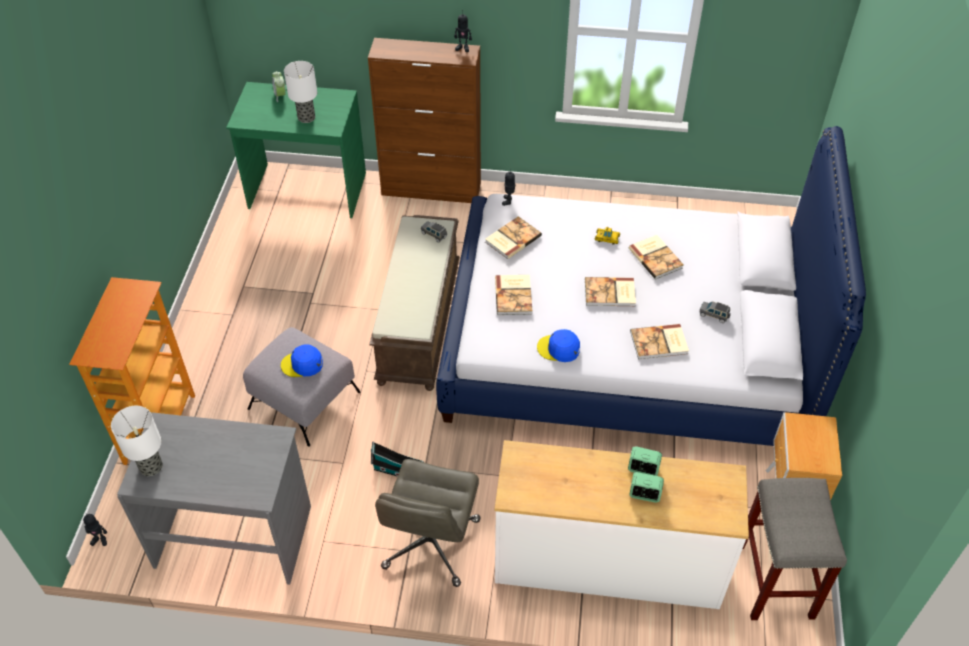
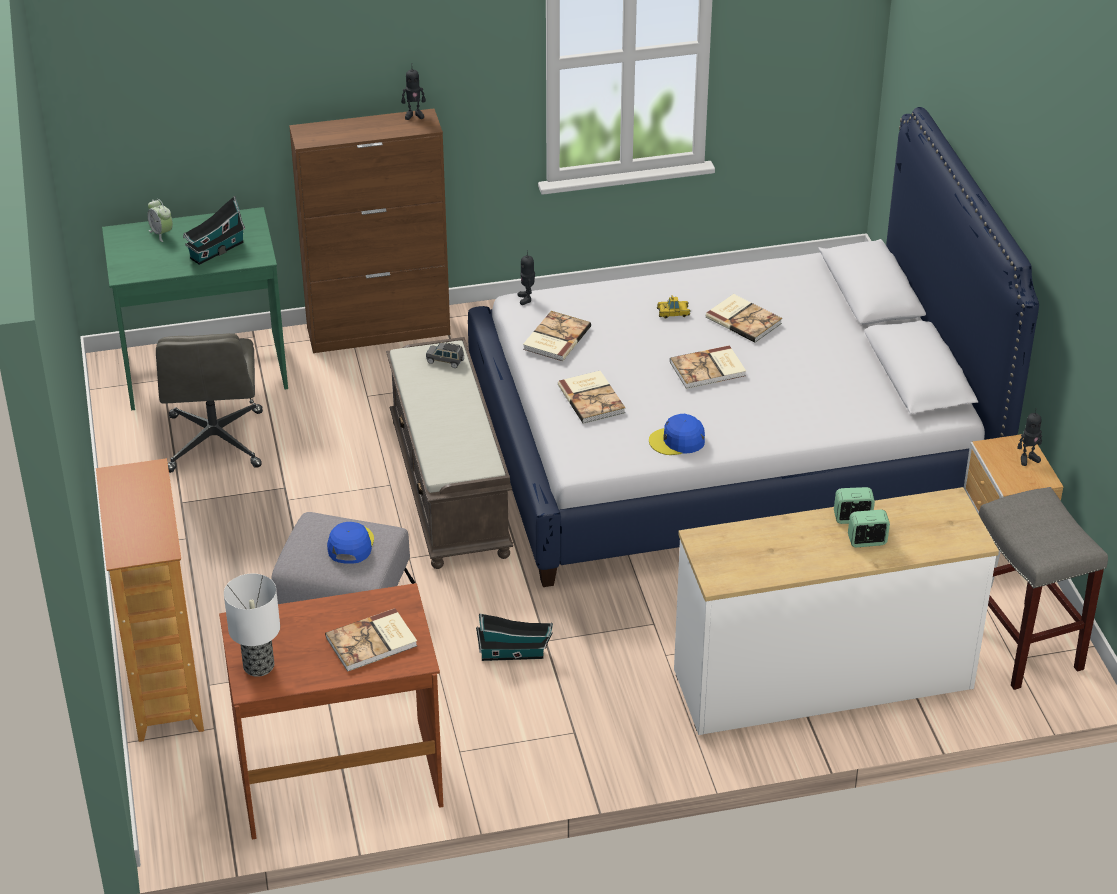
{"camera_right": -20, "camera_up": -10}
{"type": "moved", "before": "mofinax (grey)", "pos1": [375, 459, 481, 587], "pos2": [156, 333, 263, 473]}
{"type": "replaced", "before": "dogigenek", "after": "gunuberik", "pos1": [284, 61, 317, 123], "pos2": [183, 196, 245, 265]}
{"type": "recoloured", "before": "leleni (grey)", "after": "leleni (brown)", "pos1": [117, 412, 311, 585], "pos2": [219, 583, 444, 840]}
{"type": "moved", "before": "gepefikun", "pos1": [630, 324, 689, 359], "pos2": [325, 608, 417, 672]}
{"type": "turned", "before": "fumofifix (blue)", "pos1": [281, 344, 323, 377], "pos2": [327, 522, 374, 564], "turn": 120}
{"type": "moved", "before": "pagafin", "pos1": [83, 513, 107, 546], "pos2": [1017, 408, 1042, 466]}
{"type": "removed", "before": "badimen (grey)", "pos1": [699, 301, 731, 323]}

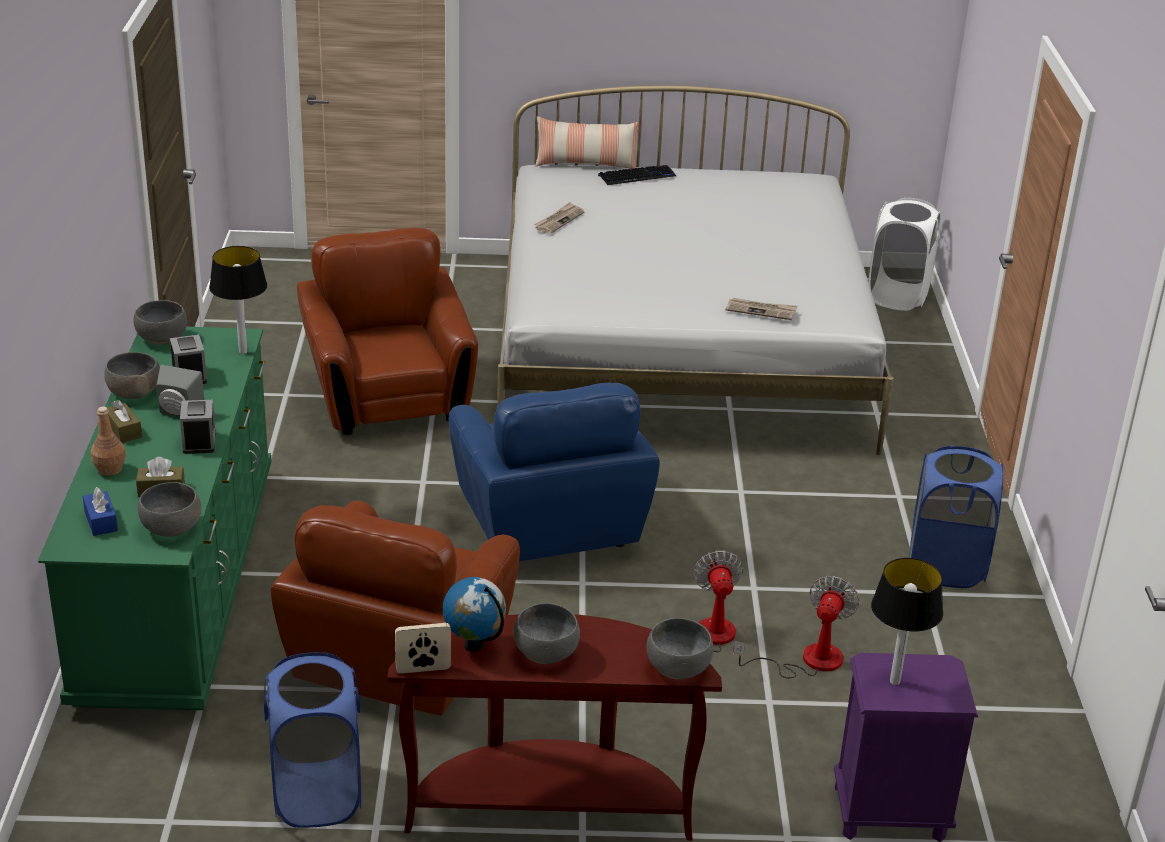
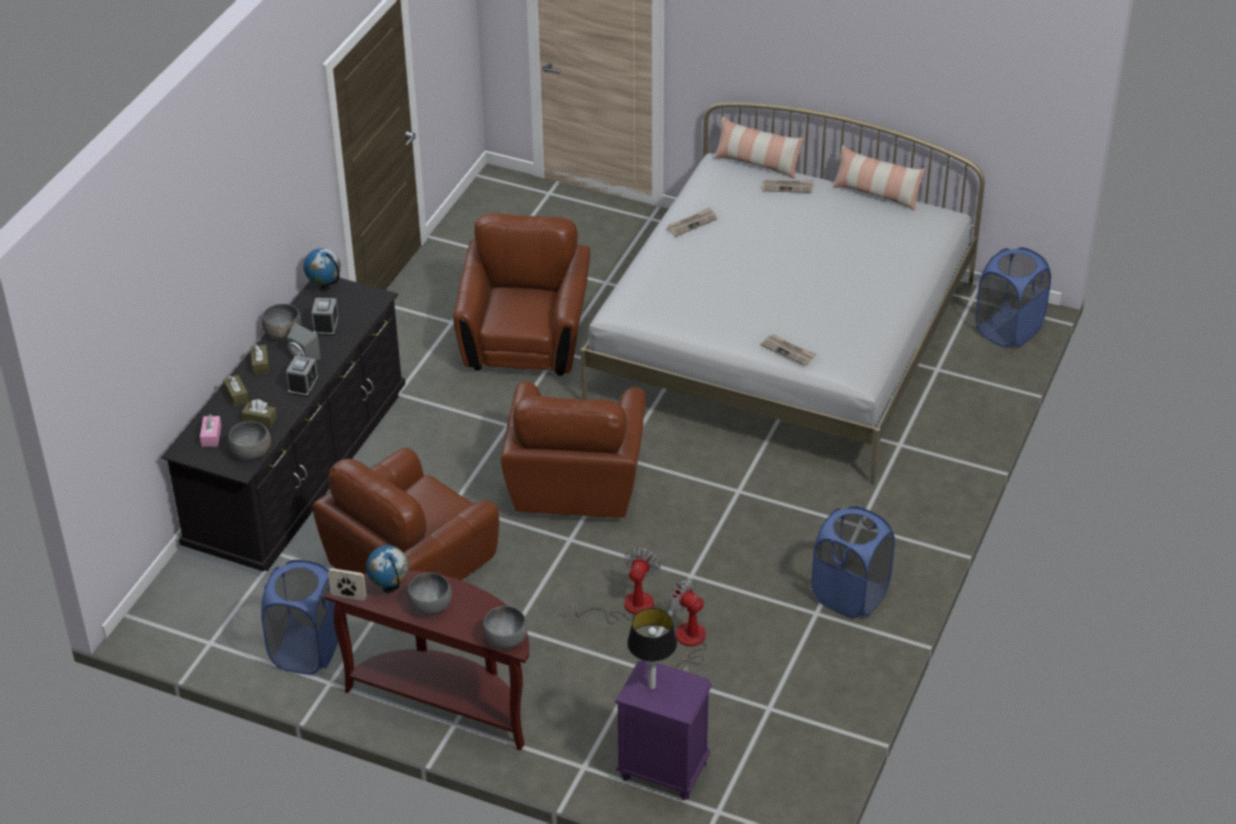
{"camera_right": 25, "camera_up": 10}
{"type": "recoloured", "before": "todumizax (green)", "after": "todumizax (black)", "pos1": [38, 327, 272, 710], "pos2": [161, 278, 405, 572]}
{"type": "recoloured", "before": "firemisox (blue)", "after": "firemisox (pink)", "pos1": [82, 487, 118, 536], "pos2": [200, 414, 221, 447]}
{"type": "replaced", "before": "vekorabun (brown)", "after": "firemisox (brown)", "pos1": [91, 406, 126, 476], "pos2": [223, 375, 249, 407]}
{"type": "replaced", "before": "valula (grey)", "after": "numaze", "pos1": [133, 300, 187, 345], "pos2": [304, 248, 341, 291]}
{"type": "recoloured", "before": "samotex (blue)", "after": "samotex (brown)", "pos1": [449, 383, 660, 561], "pos2": [501, 381, 646, 518]}
{"type": "turned", "before": "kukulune", "pos1": [733, 576, 860, 678], "pos2": [668, 578, 707, 672], "turn": -90}
{"type": "replaced", "before": "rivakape", "after": "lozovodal", "pos1": [598, 165, 676, 185], "pos2": [762, 179, 814, 193]}
{"type": "added", "after": "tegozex", "pos2": [832, 145, 925, 211]}
{"type": "recoloured", "before": "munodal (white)", "after": "munodal (blue)", "pos1": [868, 198, 941, 311], "pos2": [975, 247, 1051, 348]}
{"type": "removed", "before": "dogigenek", "pos1": [209, 246, 267, 354]}

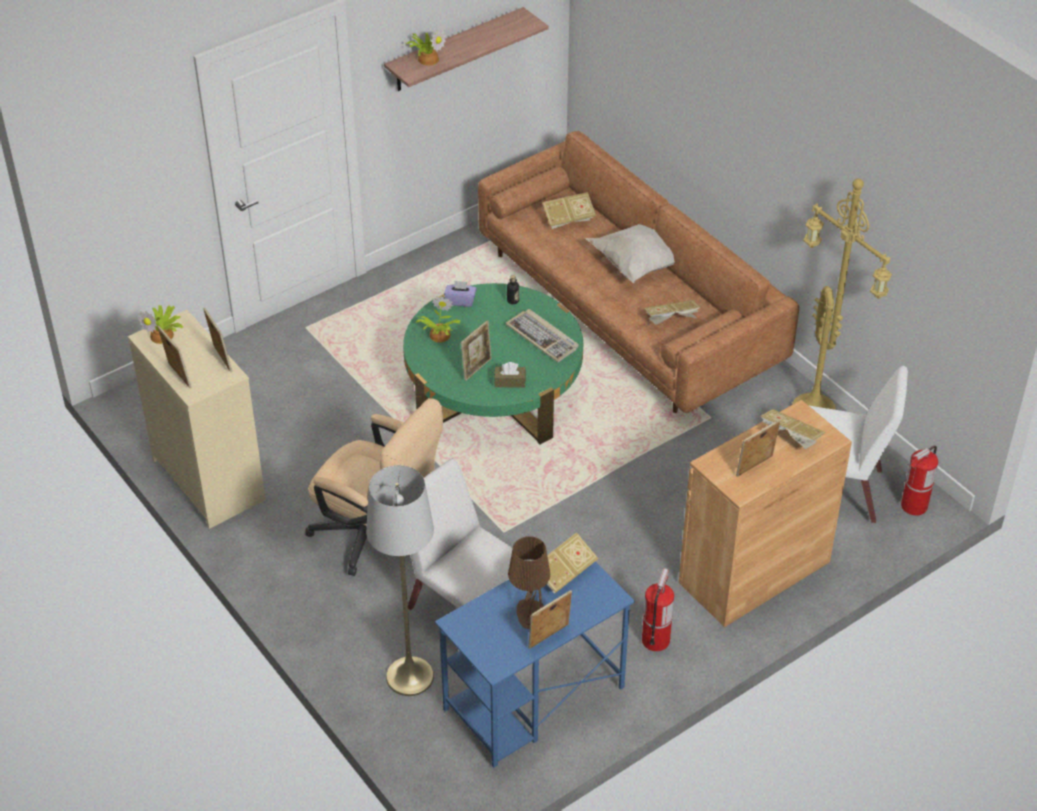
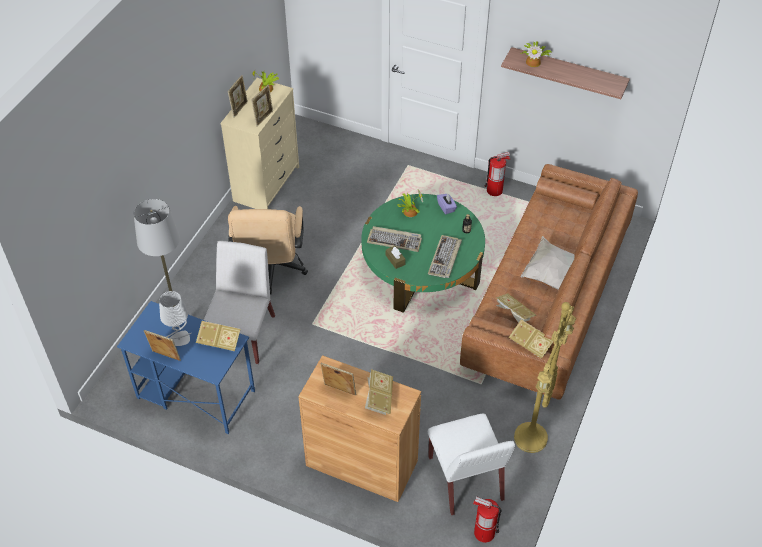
{"camera_right": 60, "camera_up": 5}
{"type": "recoloured", "before": "dogigenek (brown)", "after": "dogigenek (grey)", "pos1": [508, 536, 550, 629], "pos2": [159, 291, 191, 346]}
{"type": "replaced", "before": "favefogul", "after": "rivakape", "pos1": [461, 320, 492, 381], "pos2": [367, 226, 422, 252]}
{"type": "moved", "before": "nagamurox", "pos1": [642, 568, 674, 651], "pos2": [485, 152, 511, 196]}
{"type": "moved", "before": "gepefikun", "pos1": [542, 192, 596, 229], "pos2": [509, 319, 554, 359]}

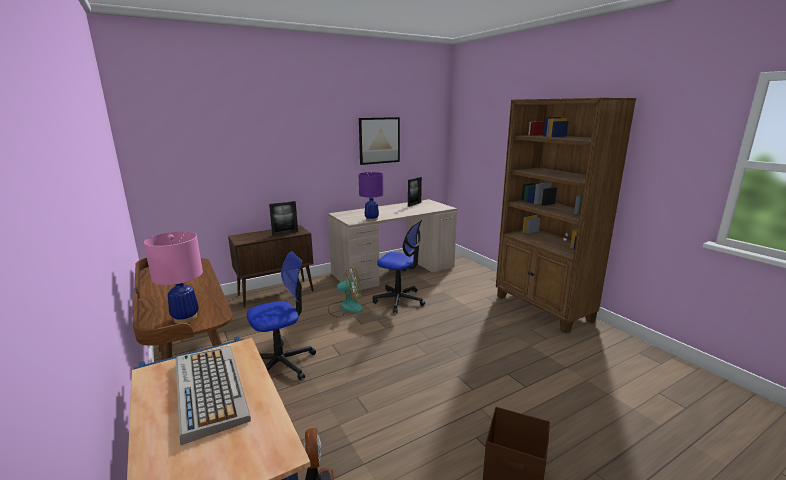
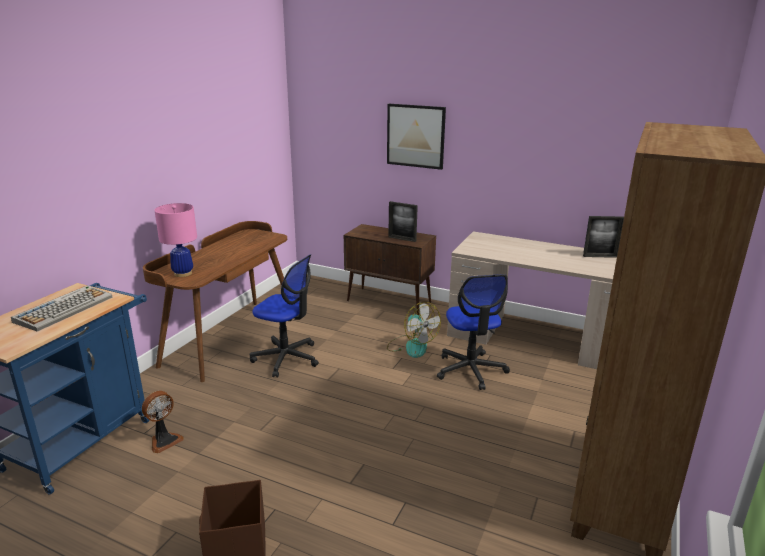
{"camera_right": 55, "camera_up": 5}
{"type": "moved", "before": "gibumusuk", "pos1": [359, 117, 400, 165], "pos2": [387, 104, 446, 170]}
{"type": "removed", "before": "dogigenek (purple)", "pos1": [359, 172, 383, 221]}

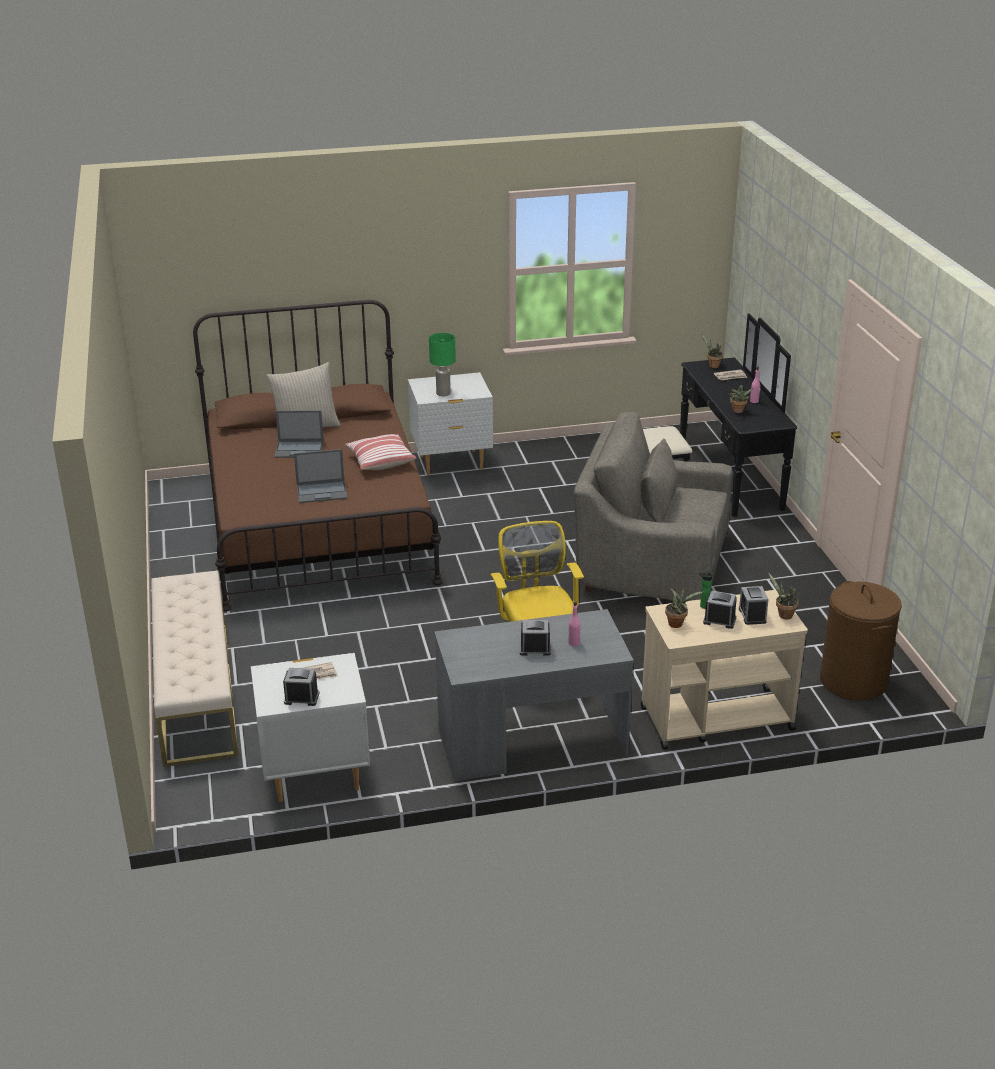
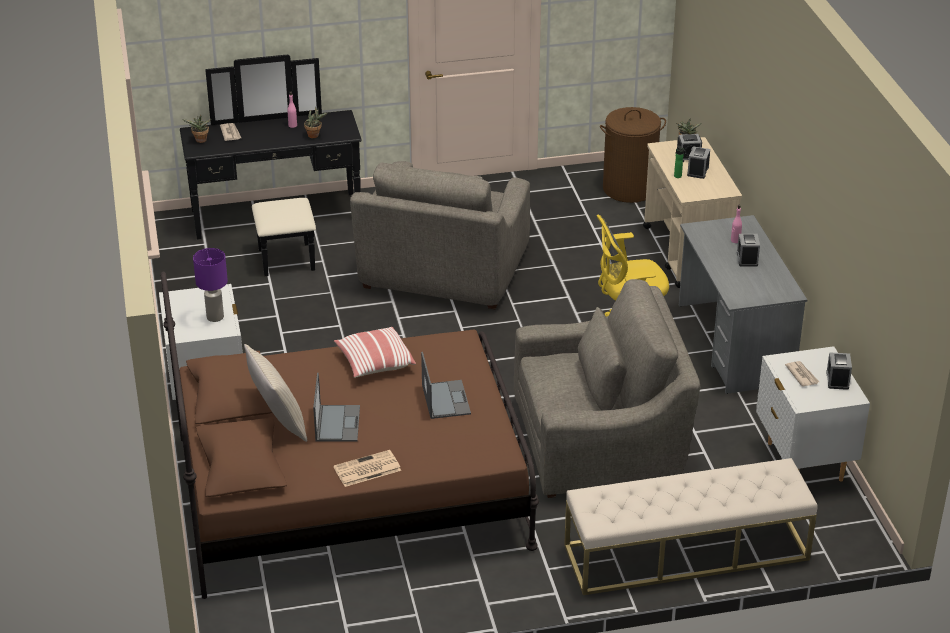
{"camera_right": -90, "camera_up": 5}
{"type": "recoloured", "before": "dogigenek (green)", "after": "dogigenek (purple)", "pos1": [429, 333, 456, 396], "pos2": [193, 248, 228, 322]}
{"type": "added", "after": "lozovodal", "pos2": [333, 450, 401, 487]}
{"type": "added", "after": "samotex (grey)", "pos2": [514, 279, 700, 498]}
{"type": "removed", "before": "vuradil", "pos1": [665, 587, 704, 628]}

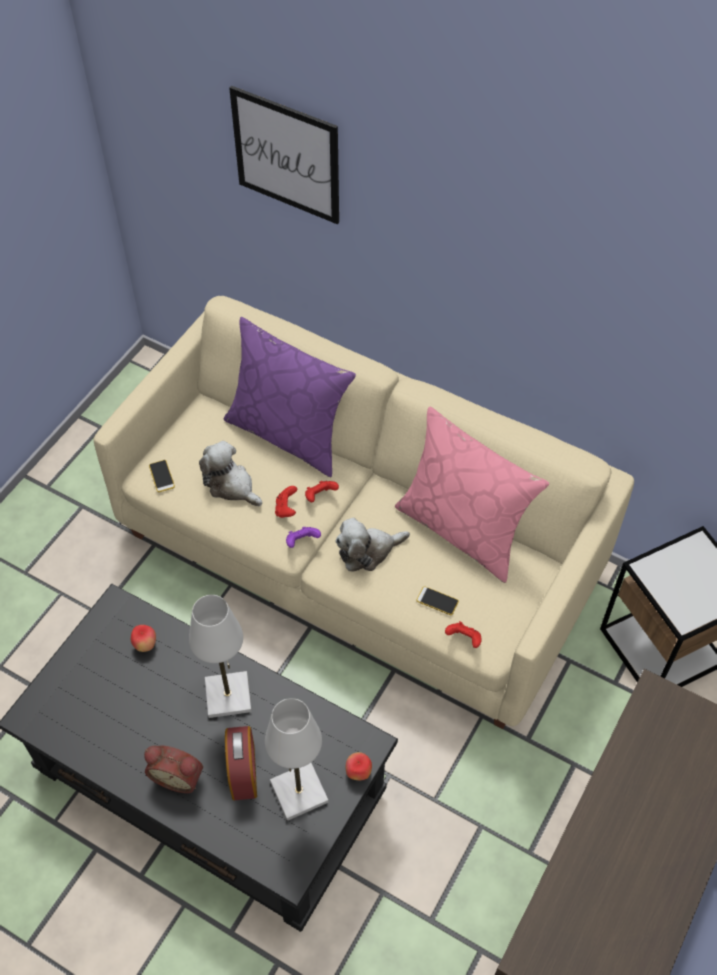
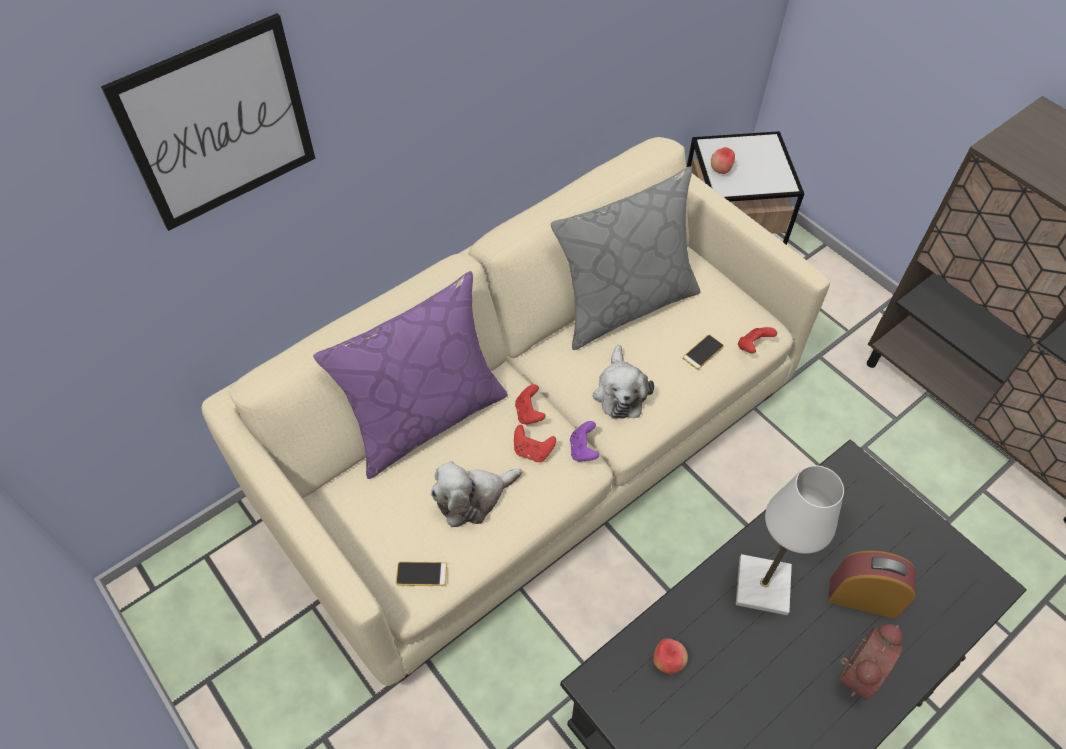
{"camera_right": -70, "camera_up": 0}
{"type": "recoloured", "before": "tegozex (pink)", "after": "tegozex (grey)", "pos1": [395, 407, 549, 583], "pos2": [551, 166, 701, 350]}
{"type": "moved", "before": "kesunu", "pos1": [346, 752, 372, 780], "pos2": [711, 147, 735, 174]}
{"type": "removed", "before": "dogigenek (white)", "pos1": [265, 698, 329, 821]}

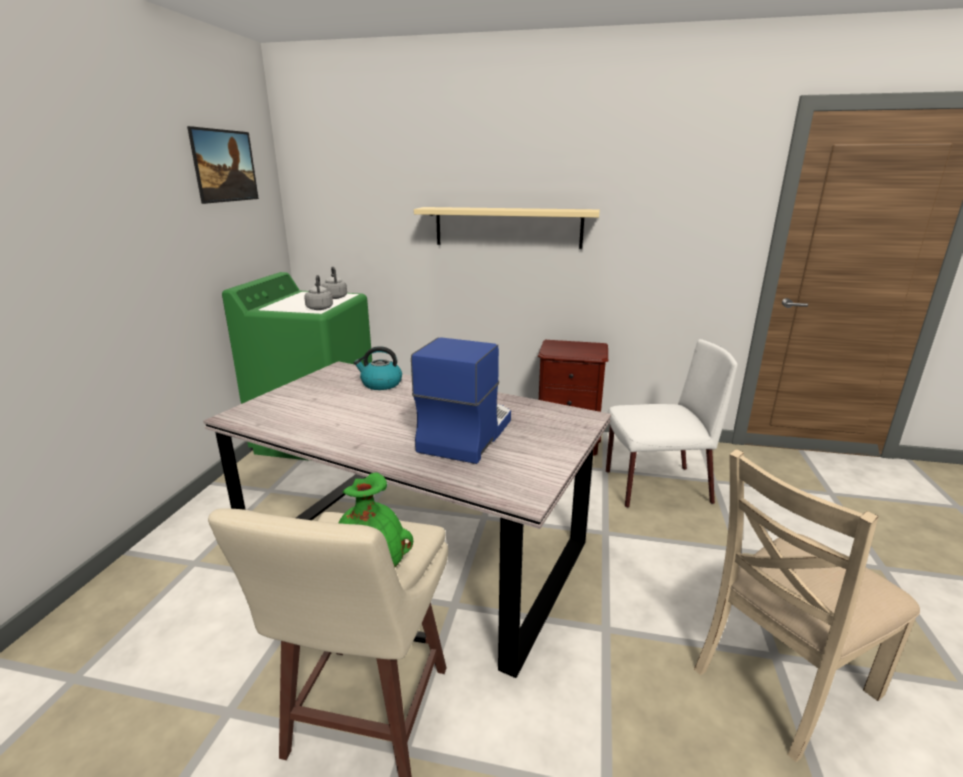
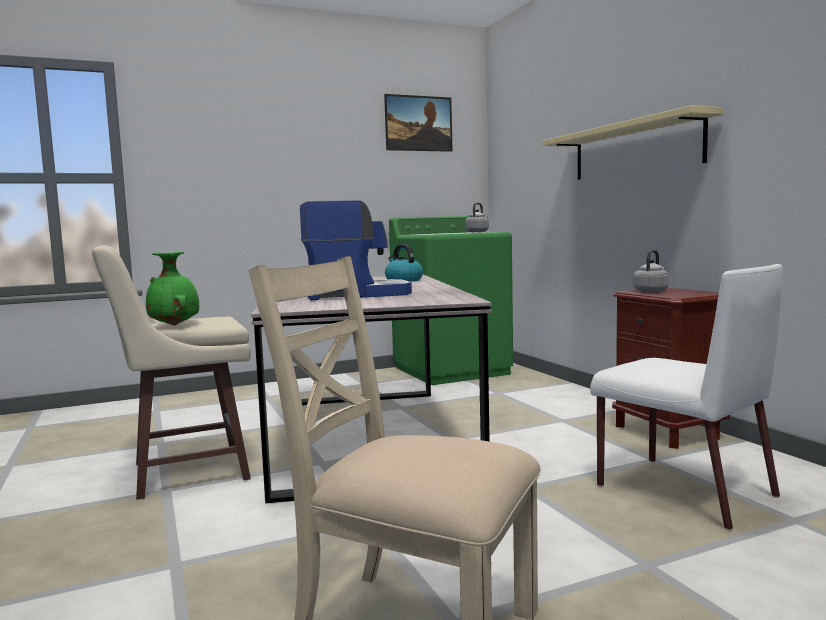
{"camera_right": 55, "camera_up": -15}
{"type": "moved", "before": "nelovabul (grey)", "pos1": [304, 275, 333, 310], "pos2": [633, 250, 669, 292]}

